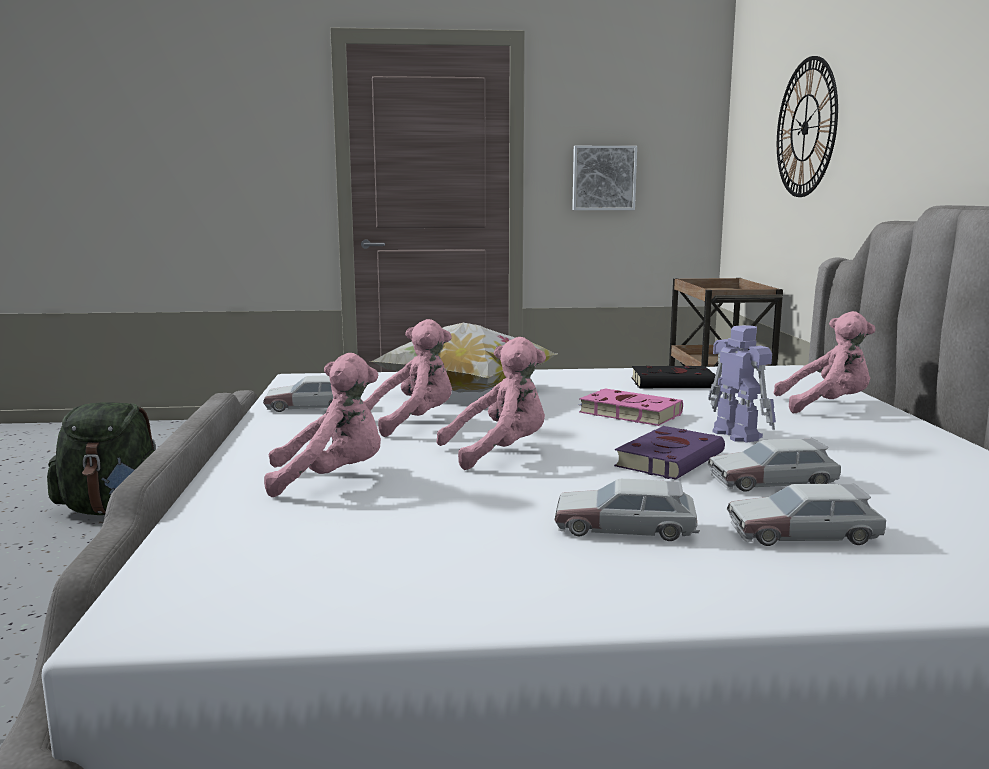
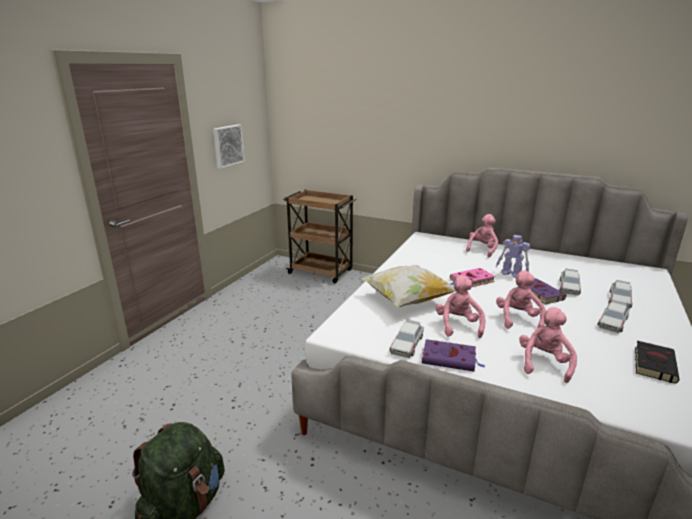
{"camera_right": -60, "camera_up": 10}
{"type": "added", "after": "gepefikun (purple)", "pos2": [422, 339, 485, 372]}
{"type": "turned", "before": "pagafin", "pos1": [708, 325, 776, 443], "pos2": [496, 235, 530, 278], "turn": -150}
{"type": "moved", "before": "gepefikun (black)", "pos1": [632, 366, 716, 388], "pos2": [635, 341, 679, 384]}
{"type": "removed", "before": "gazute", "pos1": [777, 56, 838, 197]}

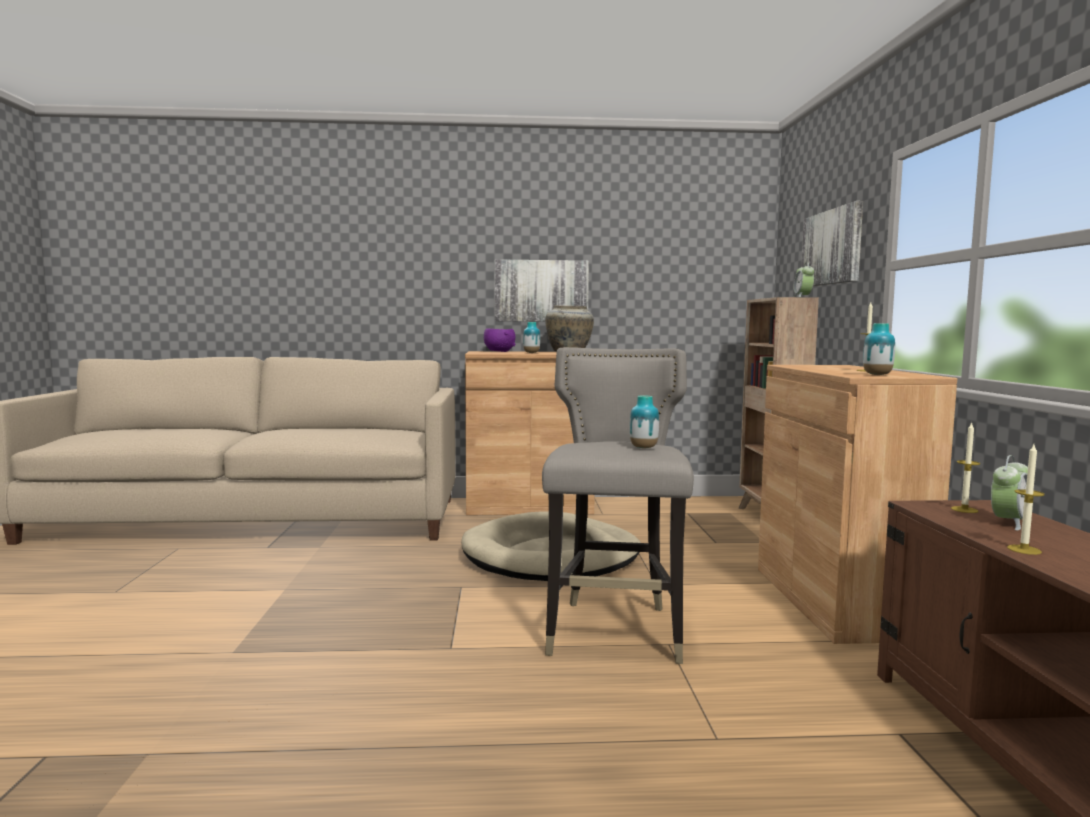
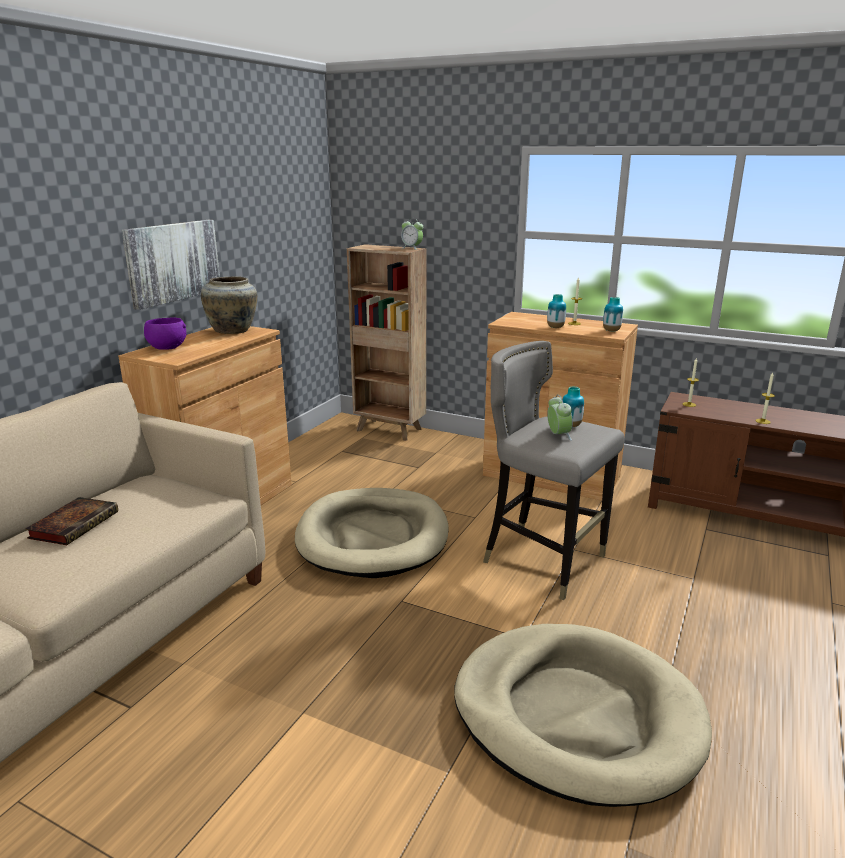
{"camera_right": -60, "camera_up": 15}
{"type": "added", "after": "gepefikun", "pos2": [25, 497, 118, 545]}
{"type": "added", "after": "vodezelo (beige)", "pos2": [454, 624, 712, 807]}
{"type": "moved", "before": "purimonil", "pos1": [523, 322, 540, 353], "pos2": [547, 294, 566, 328]}
{"type": "moved", "before": "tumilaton", "pos1": [991, 455, 1028, 530], "pos2": [547, 394, 573, 441]}
{"type": "removed", "before": "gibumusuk", "pos1": [801, 201, 863, 286]}

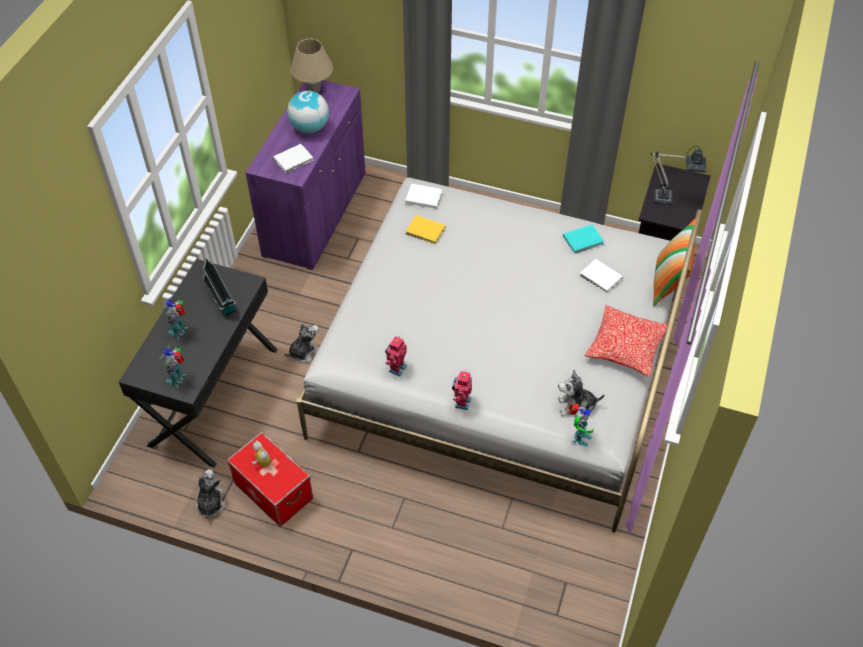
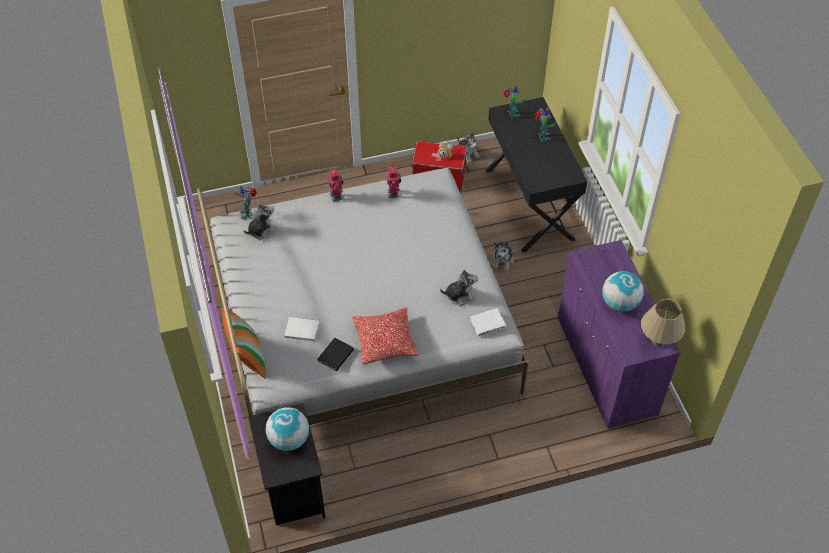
{"camera_right": 145, "camera_up": 0}
{"type": "replaced", "before": "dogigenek", "after": "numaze", "pos1": [651, 146, 706, 204], "pos2": [266, 407, 309, 451]}
{"type": "recoloured", "before": "gepefikun (turquoise)", "after": "gepefikun (black)", "pos1": [563, 224, 604, 254], "pos2": [318, 338, 354, 371]}
{"type": "moved", "before": "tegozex", "pos1": [585, 305, 668, 377], "pos2": [352, 308, 419, 364]}
{"type": "replaced", "before": "gepefikun (yellow)", "after": "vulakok", "pos1": [405, 215, 446, 244], "pos2": [440, 269, 478, 305]}
{"type": "removed", "before": "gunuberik", "pos1": [203, 258, 236, 316]}
{"type": "removed", "before": "gepefikun (white)", "pos1": [273, 144, 313, 173]}

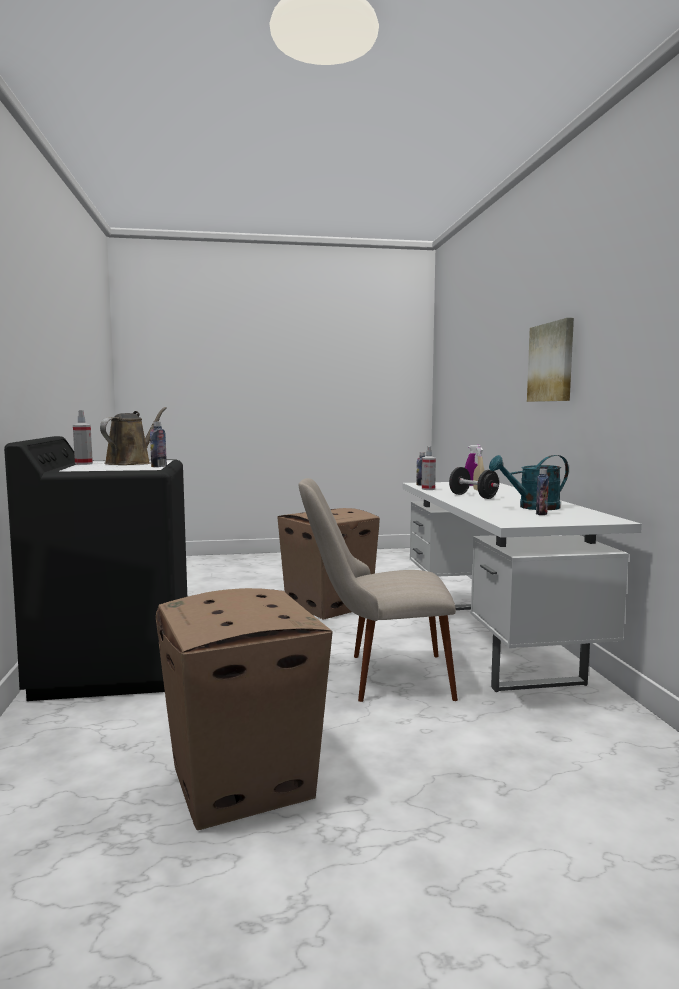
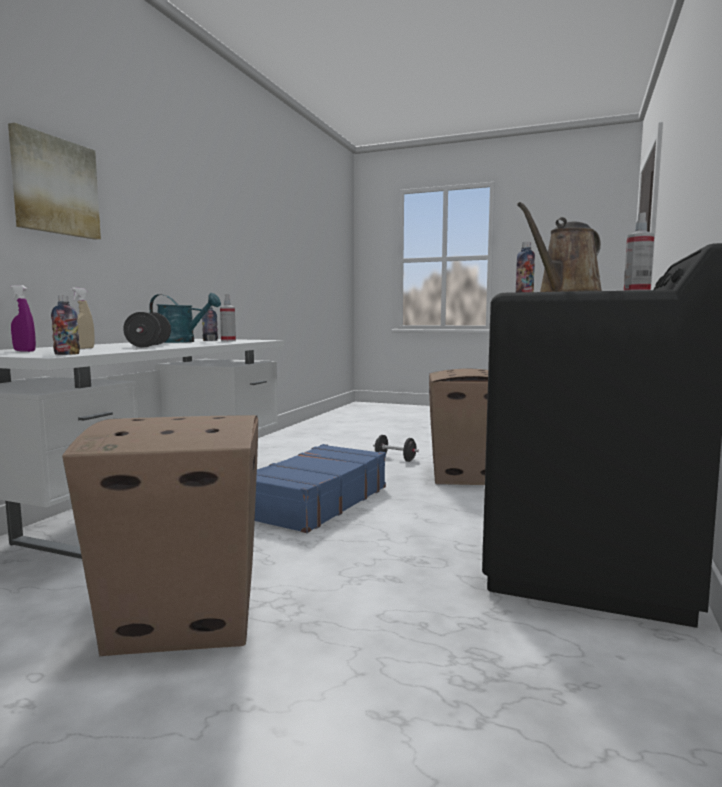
{"camera_right": -150, "camera_up": 0}
{"type": "moved", "before": "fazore", "pos1": [422, 446, 436, 490], "pos2": [220, 294, 236, 342]}
{"type": "replaced", "before": "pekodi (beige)", "after": "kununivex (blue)", "pos1": [299, 478, 458, 702], "pos2": [255, 444, 386, 533]}
{"type": "added", "after": "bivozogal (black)", "pos2": [373, 435, 419, 462]}

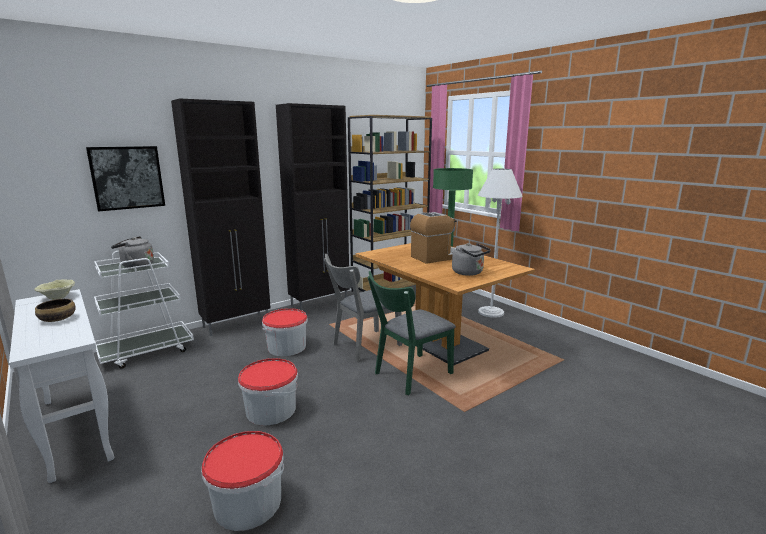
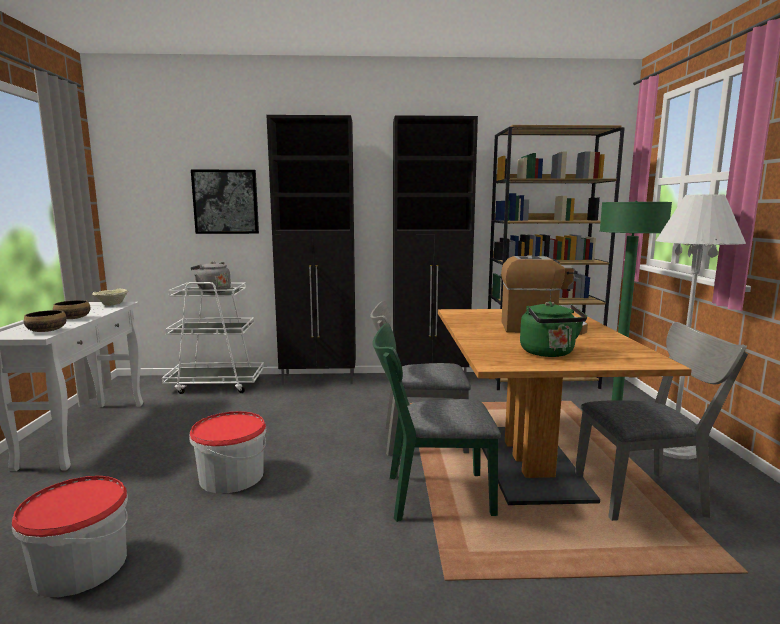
{"camera_right": 35, "camera_up": -5}
{"type": "added", "after": "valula", "pos2": [24, 310, 67, 332]}
{"type": "recoloured", "before": "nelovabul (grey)", "after": "nelovabul (green)", "pos1": [452, 243, 491, 276], "pos2": [520, 301, 587, 357]}
{"type": "added", "after": "pekodi (grey)", "pos2": [575, 322, 748, 521]}
{"type": "removed", "before": "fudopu", "pos1": [262, 308, 308, 356]}

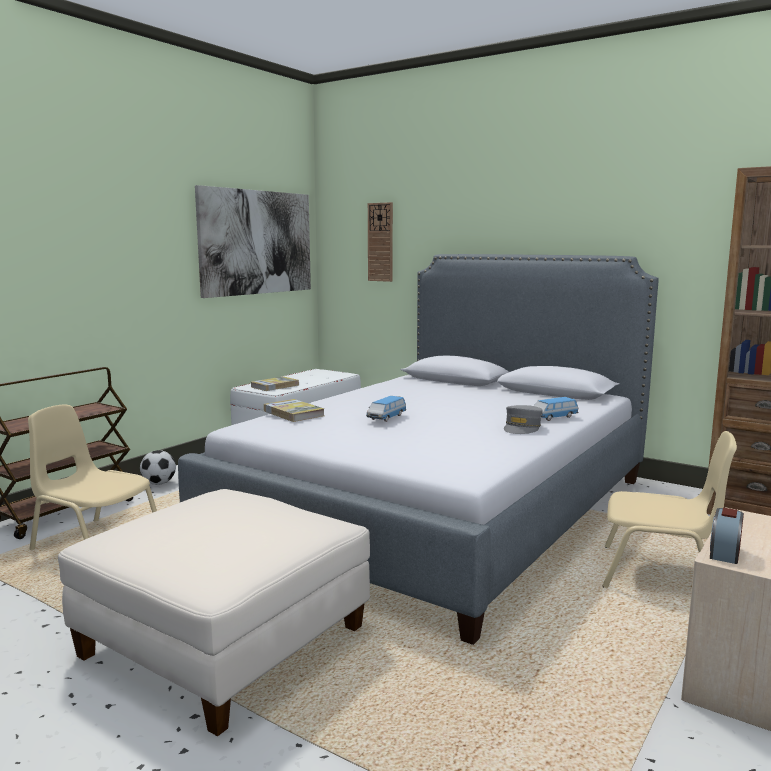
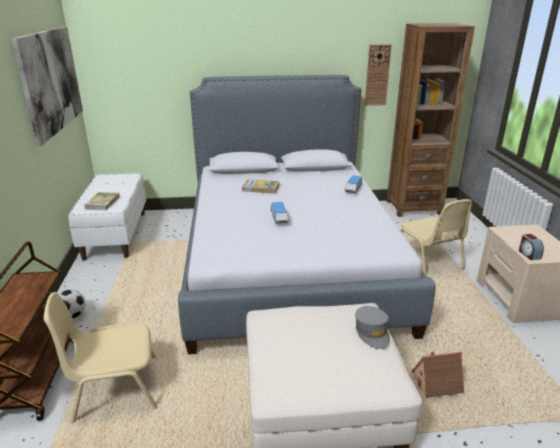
{"camera_right": -40, "camera_up": 15}
{"type": "moved", "before": "gepefikun", "pos1": [264, 399, 325, 422], "pos2": [242, 179, 279, 194]}
{"type": "moved", "before": "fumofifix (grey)", "pos1": [504, 405, 543, 434], "pos2": [355, 306, 390, 349]}
{"type": "moved", "before": "gazute", "pos1": [368, 202, 393, 282], "pos2": [365, 44, 392, 106]}
{"type": "turned", "before": "pekodi (beige)", "pos1": [602, 431, 737, 588], "pos2": [400, 199, 472, 277], "turn": 90}
{"type": "added", "after": "gunuberik", "pos2": [411, 351, 464, 398]}

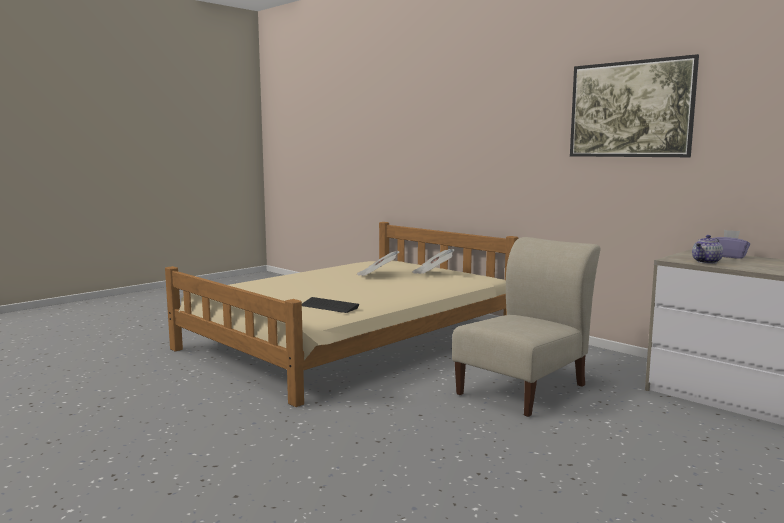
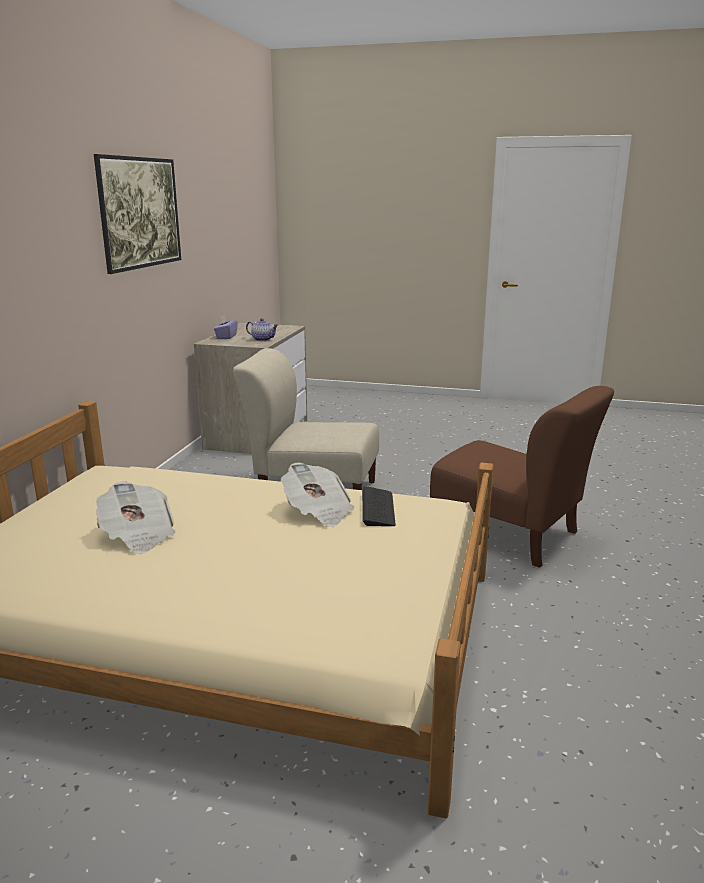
{"camera_right": -120, "camera_up": 10}
{"type": "moved", "before": "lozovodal", "pos1": [412, 249, 455, 274], "pos2": [281, 463, 355, 527]}
{"type": "added", "after": "pekodi (brown)", "pos2": [430, 386, 614, 568]}

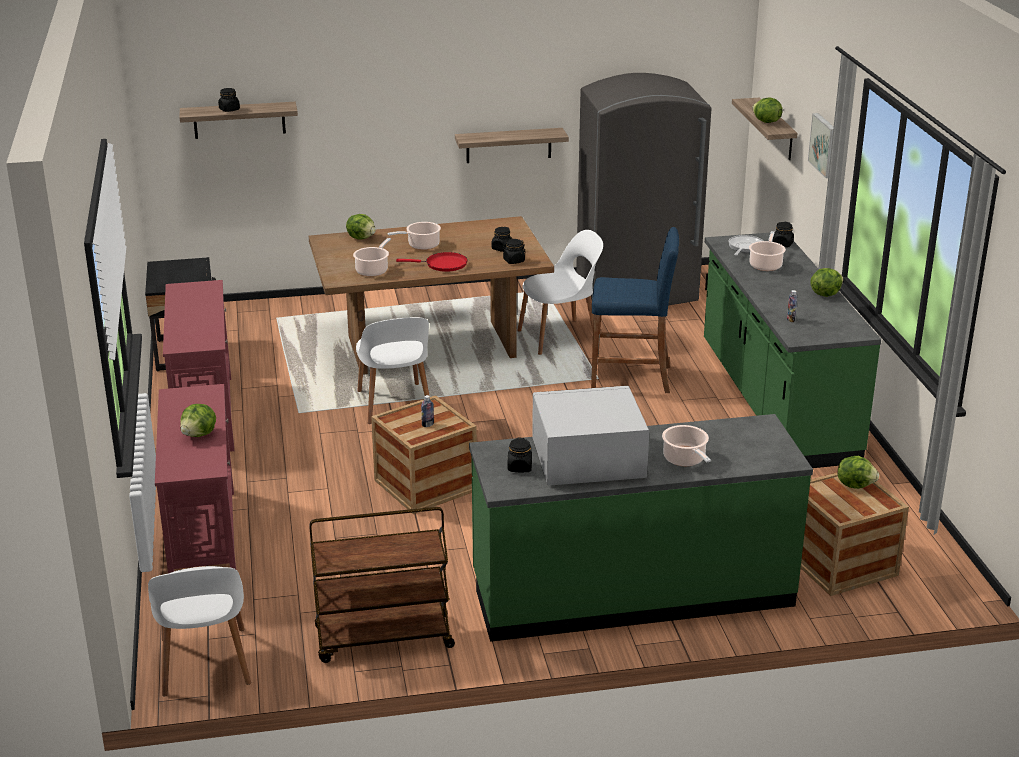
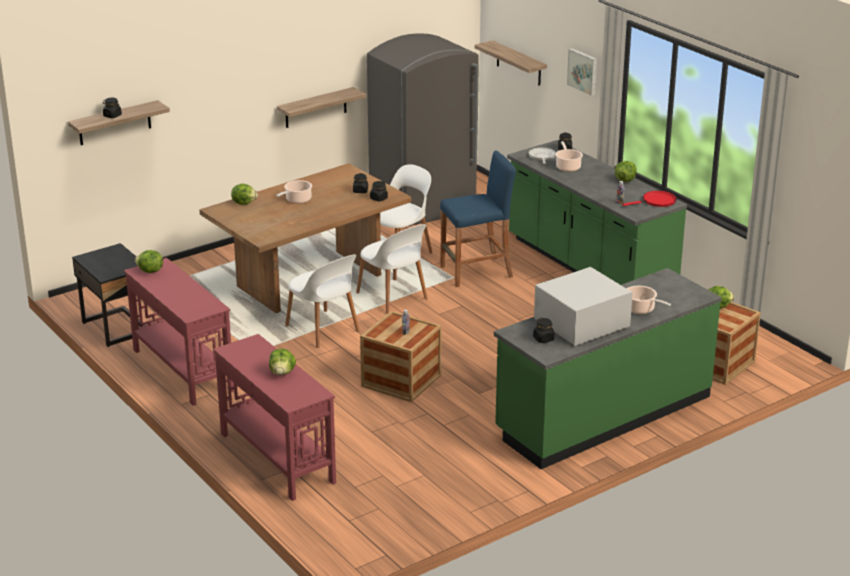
{"camera_right": -25, "camera_up": 0}
{"type": "moved", "before": "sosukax", "pos1": [752, 98, 783, 123], "pos2": [135, 250, 163, 273]}
{"type": "moved", "before": "pekodi (white)", "pos1": [148, 566, 251, 697], "pos2": [356, 224, 428, 314]}
{"type": "moved", "before": "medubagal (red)", "pos1": [396, 252, 467, 272], "pos2": [622, 191, 677, 207]}
{"type": "removed", "before": "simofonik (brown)", "pos1": [309, 507, 455, 663]}
{"type": "removed", "before": "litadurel", "pos1": [353, 238, 391, 276]}

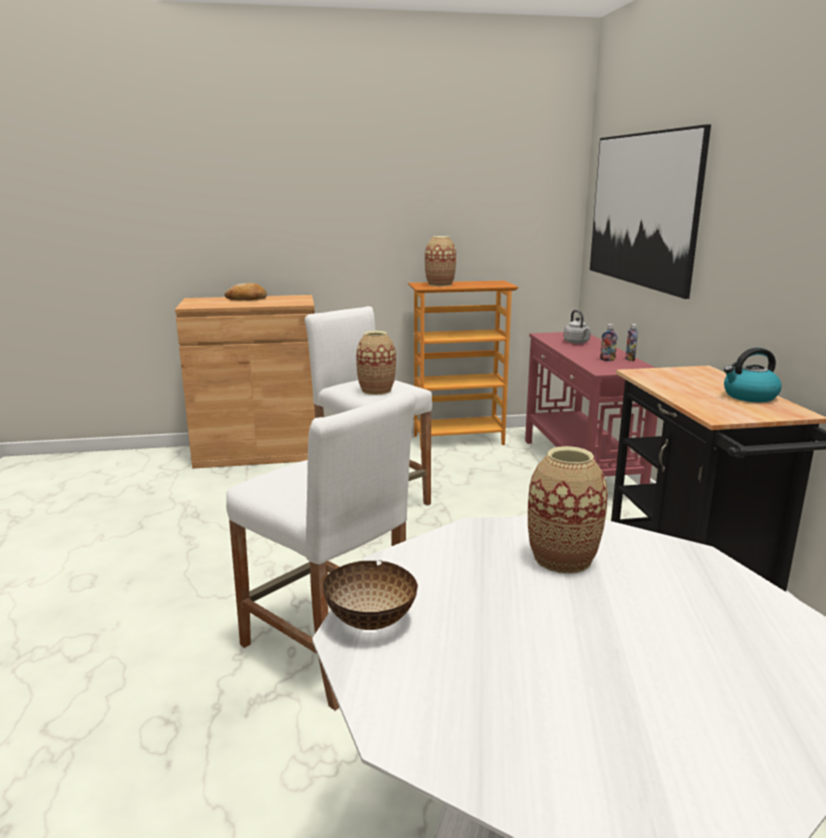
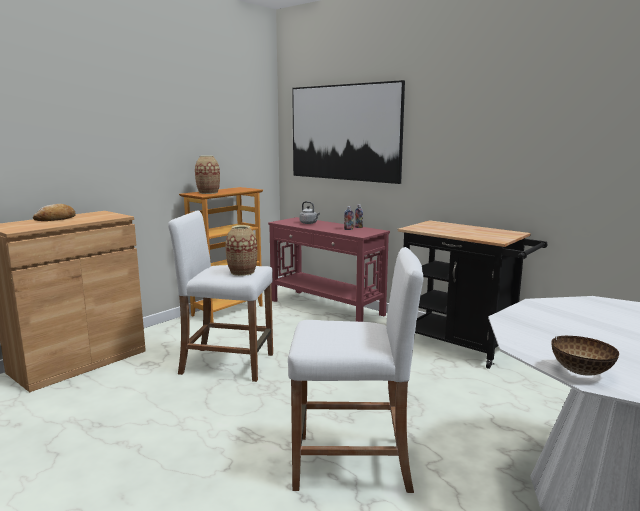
{"camera_right": -40, "camera_up": -5}
{"type": "removed", "before": "purimonil", "pos1": [528, 446, 608, 574]}
{"type": "removed", "before": "nelovabul", "pos1": [724, 348, 782, 402]}

